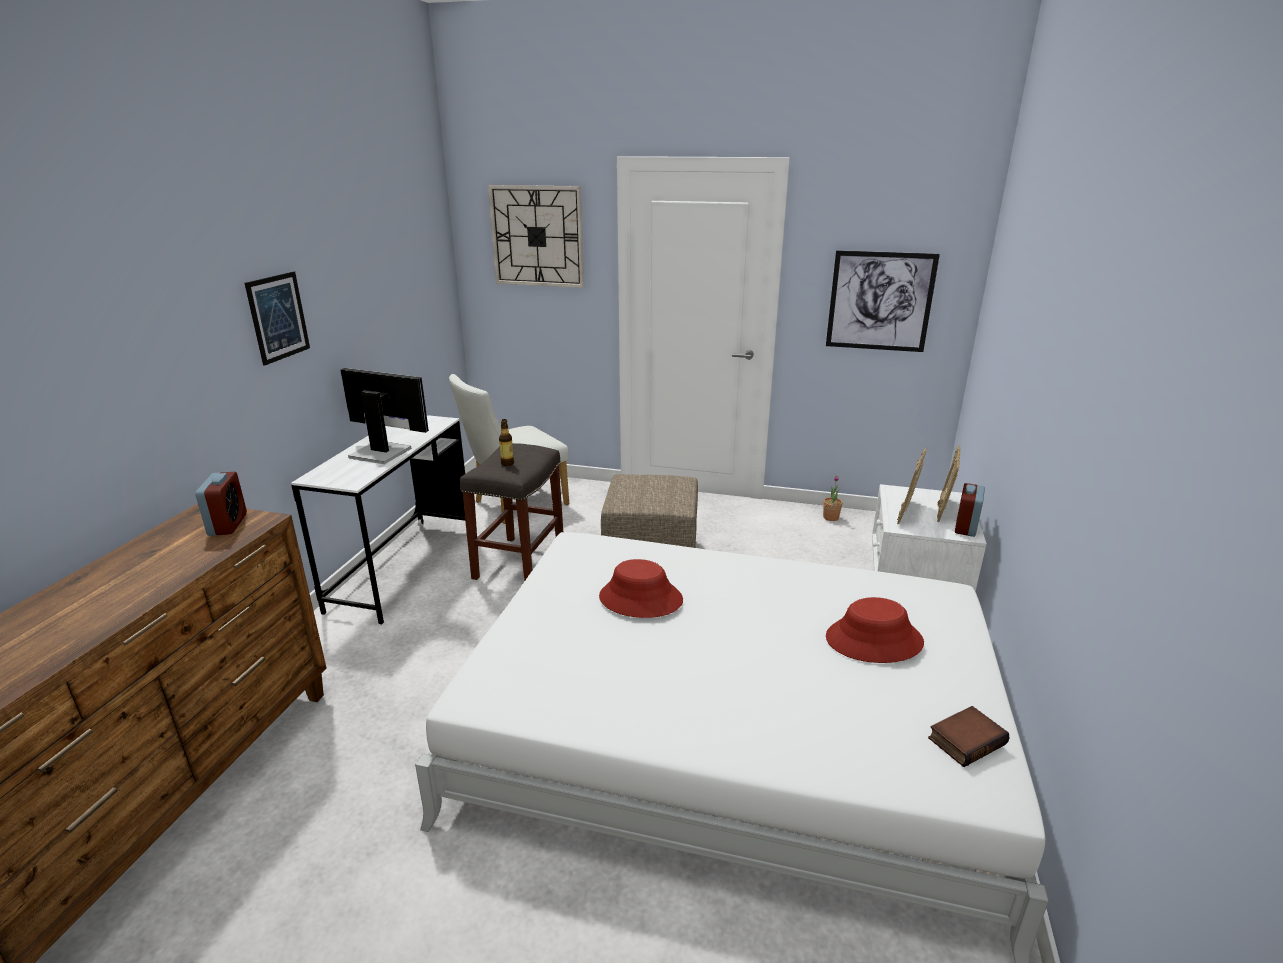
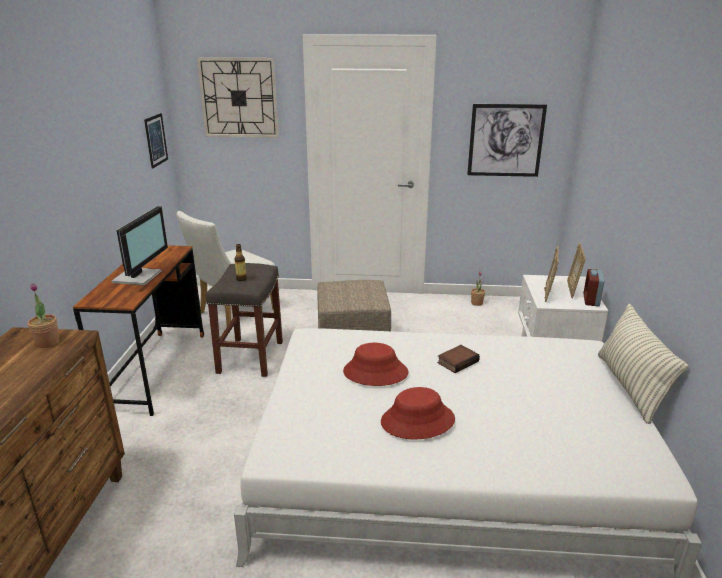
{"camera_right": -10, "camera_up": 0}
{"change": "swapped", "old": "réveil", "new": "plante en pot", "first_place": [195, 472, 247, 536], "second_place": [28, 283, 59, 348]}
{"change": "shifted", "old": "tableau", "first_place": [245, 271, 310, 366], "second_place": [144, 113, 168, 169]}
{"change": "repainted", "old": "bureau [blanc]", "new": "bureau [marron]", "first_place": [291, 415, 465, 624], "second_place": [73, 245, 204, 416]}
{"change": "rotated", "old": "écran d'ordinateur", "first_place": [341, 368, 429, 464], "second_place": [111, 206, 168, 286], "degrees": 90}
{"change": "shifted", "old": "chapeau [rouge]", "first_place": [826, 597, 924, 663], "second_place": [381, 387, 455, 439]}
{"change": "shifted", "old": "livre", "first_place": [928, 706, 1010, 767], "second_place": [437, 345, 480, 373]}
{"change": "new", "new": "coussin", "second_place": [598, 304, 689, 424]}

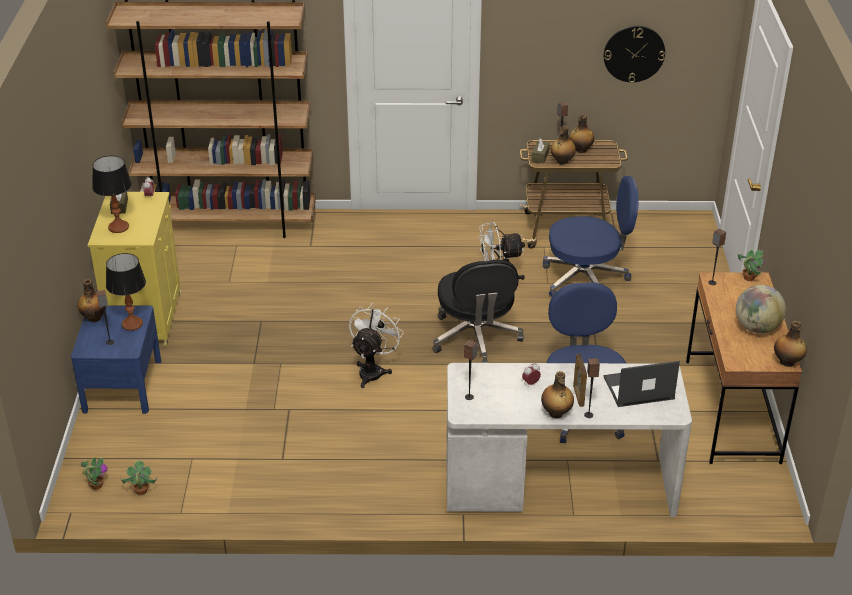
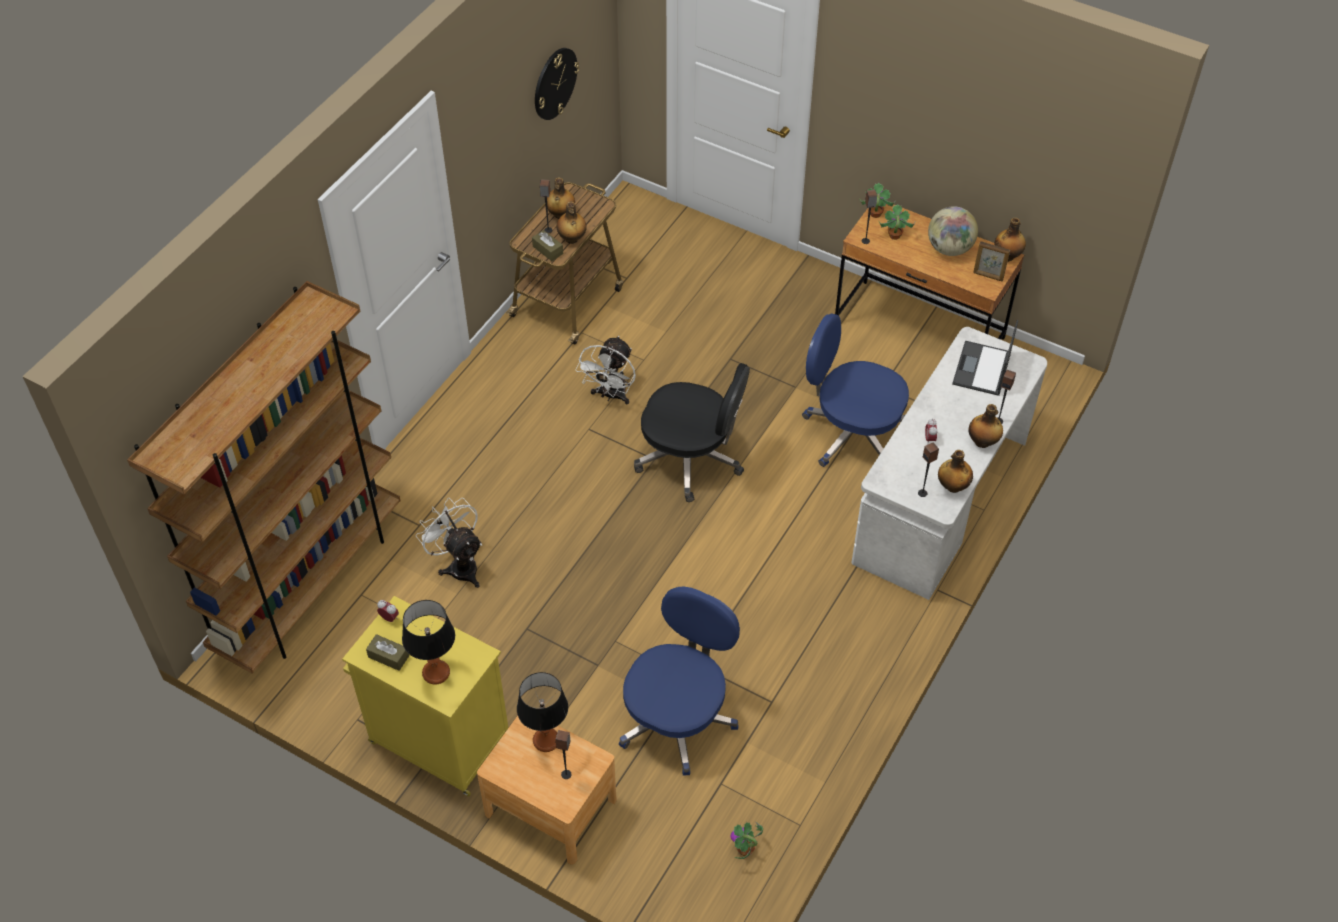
{"camera_right": -60, "camera_up": 15}
{"change": "repainted", "old": "table de chevet [bleu]", "new": "table de chevet [marron]", "first_place": [71, 305, 161, 414], "second_place": [477, 715, 617, 865]}
{"change": "shifted", "old": "bouteille", "first_place": [78, 279, 106, 322], "second_place": [938, 450, 973, 493]}
{"change": "shifted", "old": "plante en pot", "first_place": [81, 457, 108, 490], "second_place": [878, 204, 915, 240]}
{"change": "shifted", "old": "ventilateur [blanc]", "first_place": [349, 303, 404, 388], "second_place": [416, 498, 482, 588]}
{"change": "shifted", "old": "chaise de bureau [bleu]", "first_place": [543, 176, 639, 297], "second_place": [619, 587, 740, 775]}
{"change": "shifted", "old": "cadre photo", "first_place": [573, 354, 587, 407], "second_place": [973, 241, 1010, 281]}

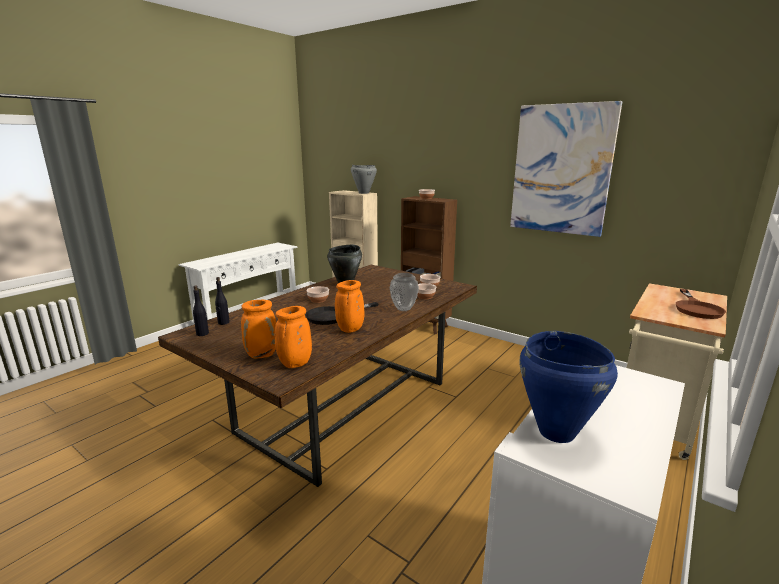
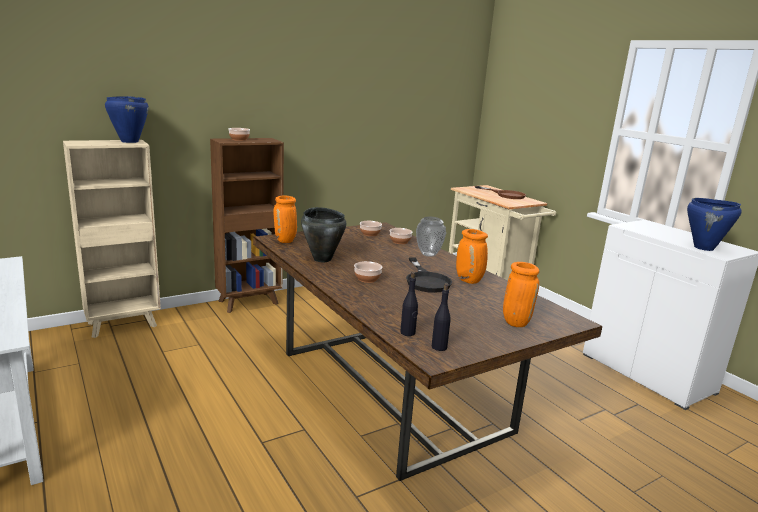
{"camera_right": -70, "camera_up": 0}
{"change": "shifted", "old": "vase [orange]", "first_place": [275, 306, 312, 368], "second_place": [273, 196, 297, 243]}
{"change": "repainted", "old": "marmite [gris]", "new": "marmite [bleu]", "first_place": [351, 165, 377, 194], "second_place": [105, 96, 149, 143]}
{"change": "gone", "old": "tableau", "first_place": [510, 101, 622, 237]}

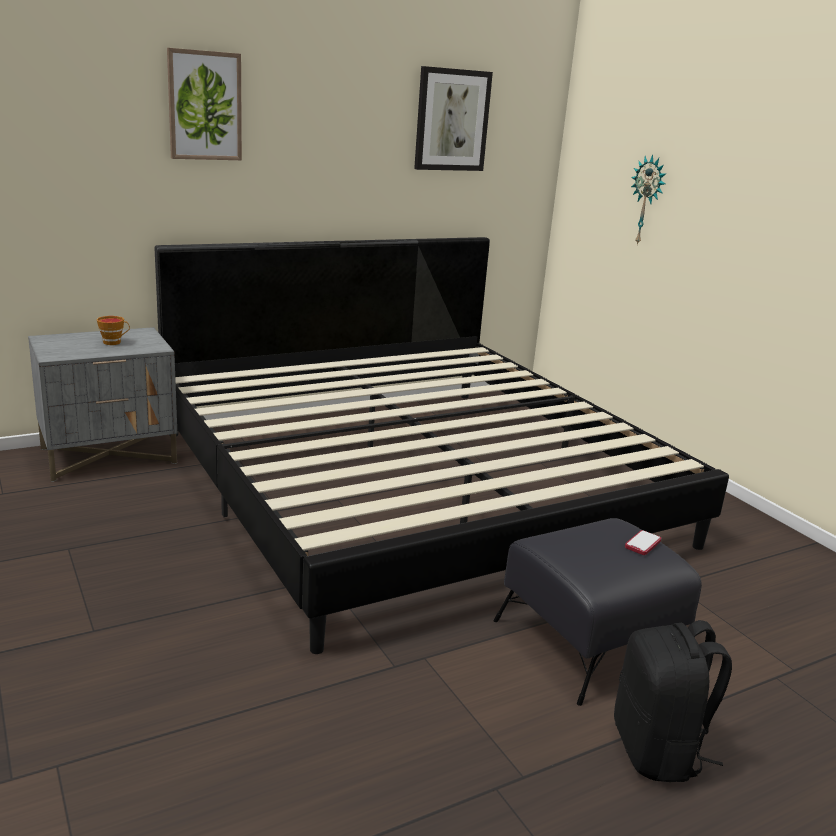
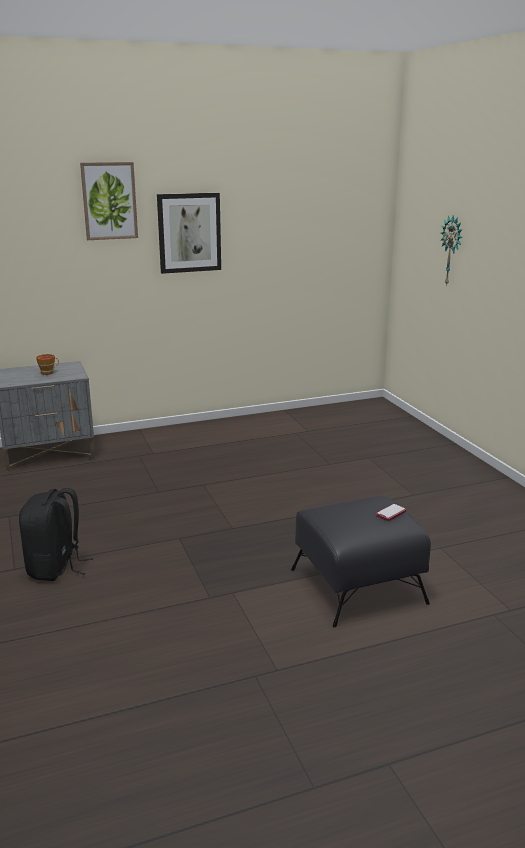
{"camera_right": 10, "camera_up": 0}
{"change": "gone", "old": "lit", "first_place": [155, 237, 729, 654]}
{"change": "shifted", "old": "tableau", "first_place": [414, 66, 493, 171], "second_place": [157, 193, 221, 274]}
{"change": "shifted", "old": "sac à dos [noir]", "first_place": [614, 620, 732, 782], "second_place": [19, 488, 93, 581]}

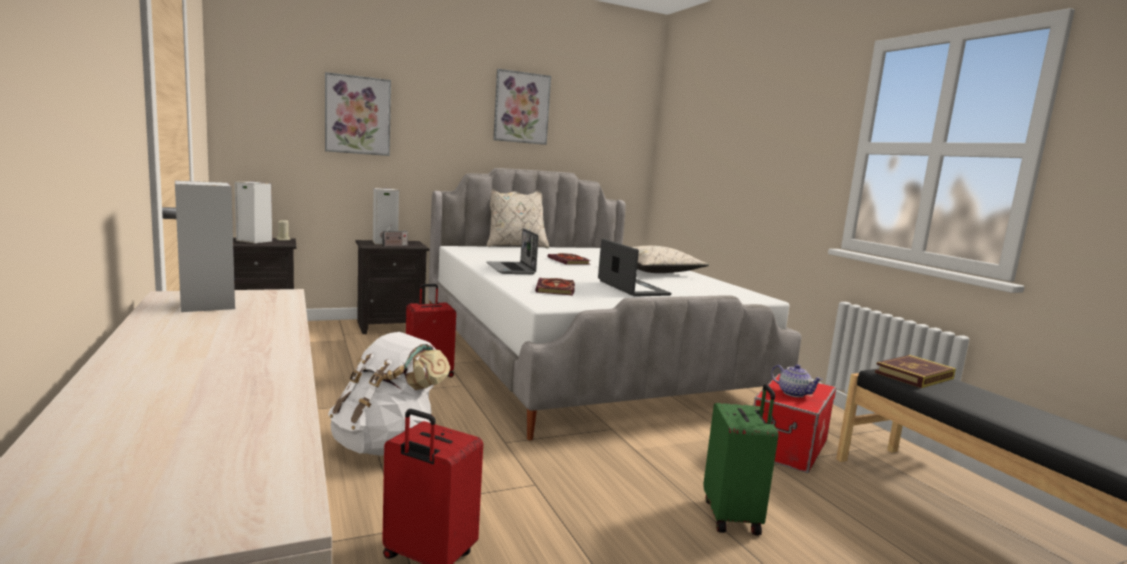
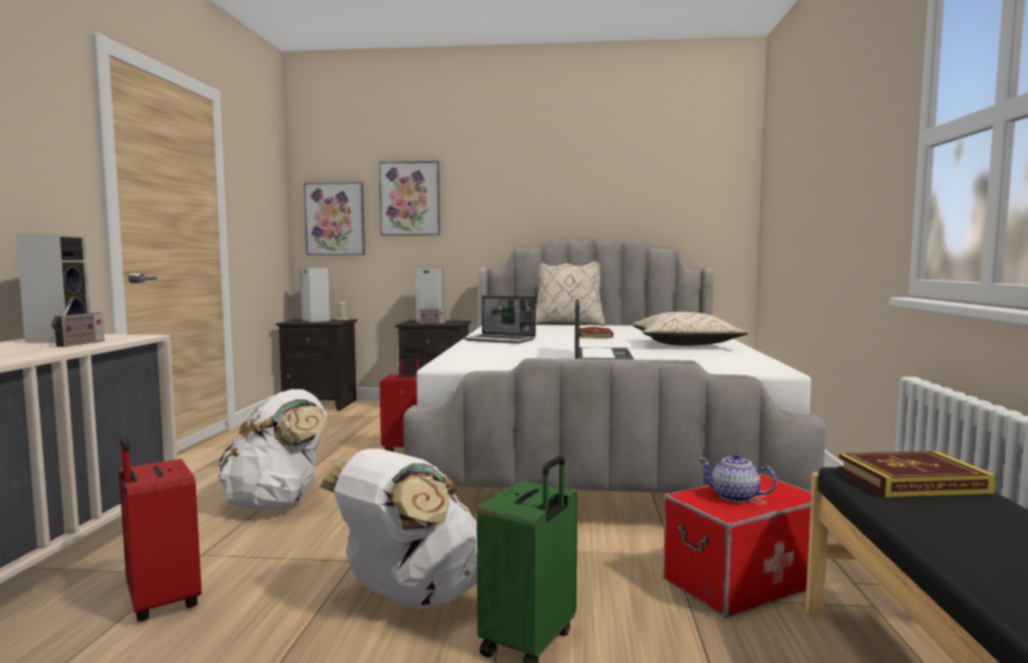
{"camera_right": 30, "camera_up": -5}
{"change": "rotated", "old": "ordinateur portable", "first_place": [486, 228, 538, 274], "second_place": [464, 295, 536, 344], "degrees": -75}
{"change": "shifted", "old": "tableau", "first_place": [493, 69, 551, 145], "second_place": [304, 182, 365, 255]}
{"change": "gone", "old": "livre", "first_place": [535, 278, 575, 296]}
{"change": "rotated", "old": "théière", "first_place": [771, 364, 823, 397], "second_place": [698, 453, 777, 503], "degrees": 135}
{"change": "new", "new": "radio", "second_place": [52, 299, 105, 347]}
{"change": "new", "new": "sac à dos [blanc]", "second_place": [319, 449, 477, 609]}

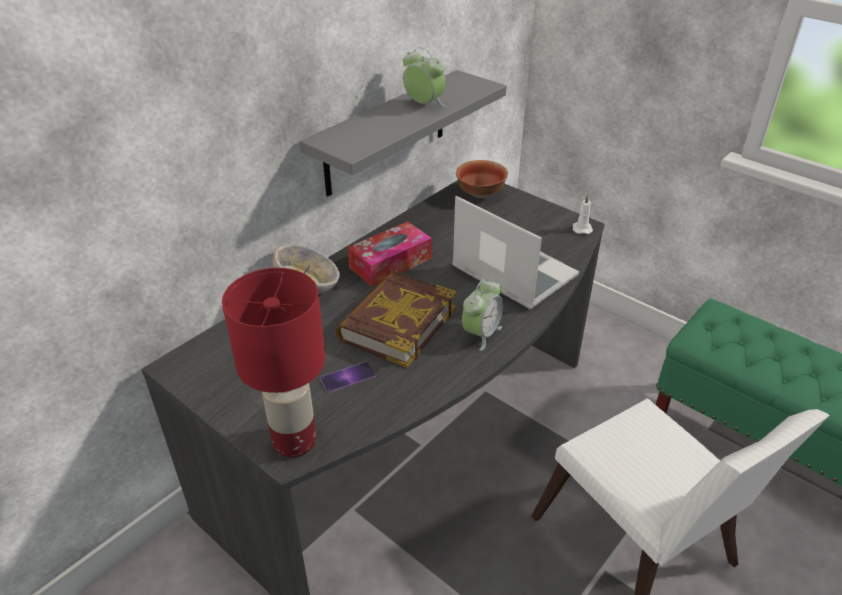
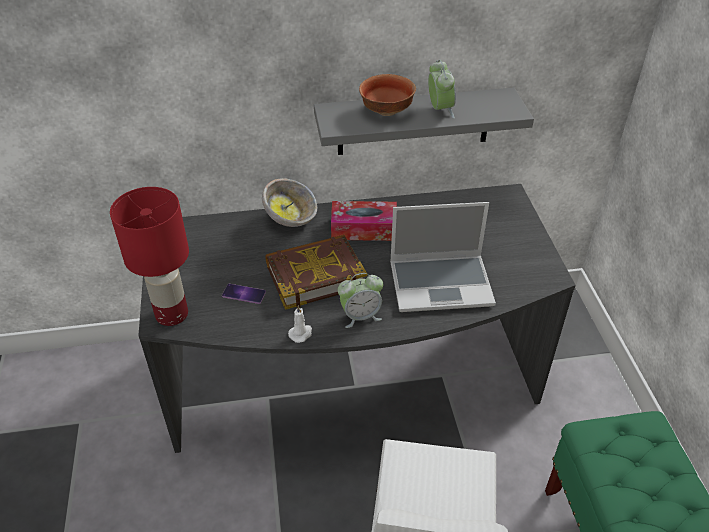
{"camera_right": 40, "camera_up": 5}
{"change": "rotated", "old": "ordinateur portable", "first_place": [452, 196, 579, 309], "second_place": [390, 202, 496, 312], "degrees": 90}
{"change": "shifted", "old": "bol", "first_place": [456, 160, 508, 198], "second_place": [359, 74, 416, 116]}
{"change": "shifted", "old": "bougie [blanc]", "first_place": [572, 195, 593, 234], "second_place": [288, 305, 312, 343]}

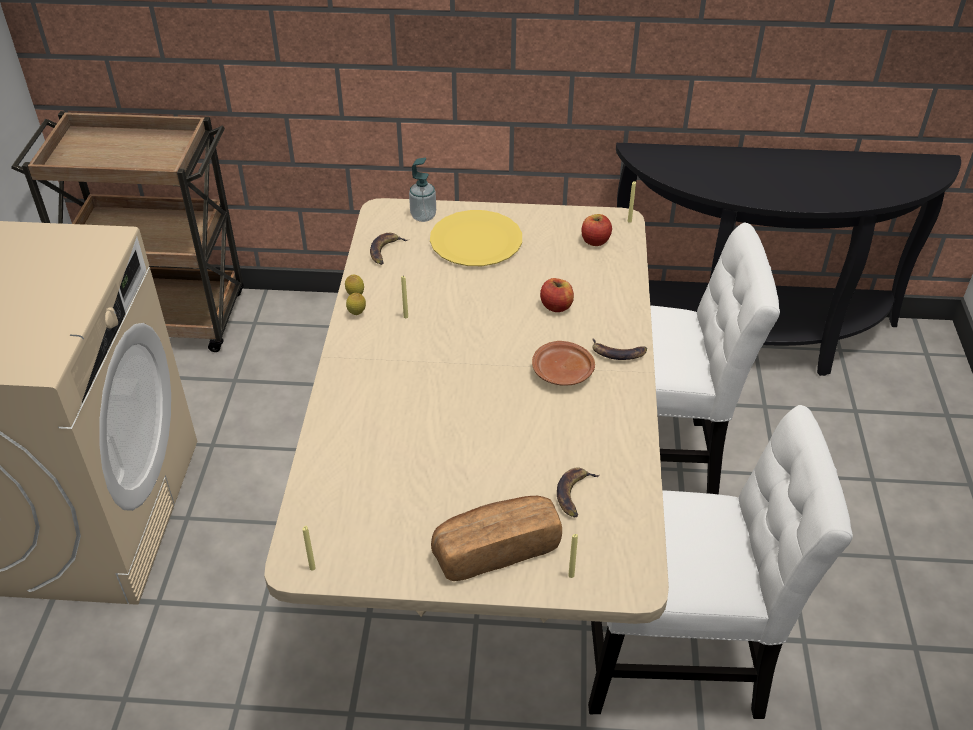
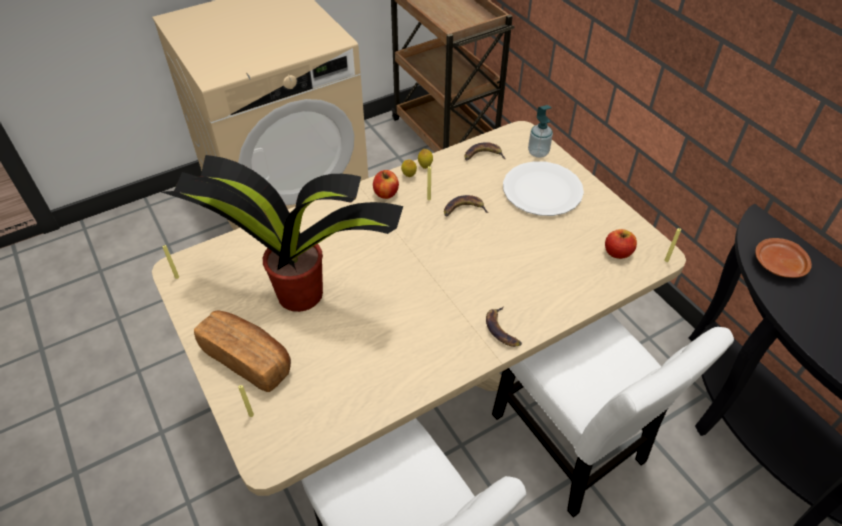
{"camera_right": 55, "camera_up": 5}
{"change": "repainted", "old": "assiette [jaune]", "new": "assiette [blanc]", "first_place": [430, 210, 522, 266], "second_place": [503, 161, 584, 216]}
{"change": "shifted", "old": "assiette [marron]", "first_place": [532, 341, 595, 386], "second_place": [755, 238, 812, 278]}
{"change": "shifted", "old": "pomme", "first_place": [540, 278, 574, 312], "second_place": [373, 170, 399, 199]}
{"change": "shifted", "old": "banane", "first_place": [557, 468, 600, 518], "second_place": [444, 195, 488, 216]}
{"change": "new", "new": "plante en pot", "second_place": [162, 155, 403, 312]}

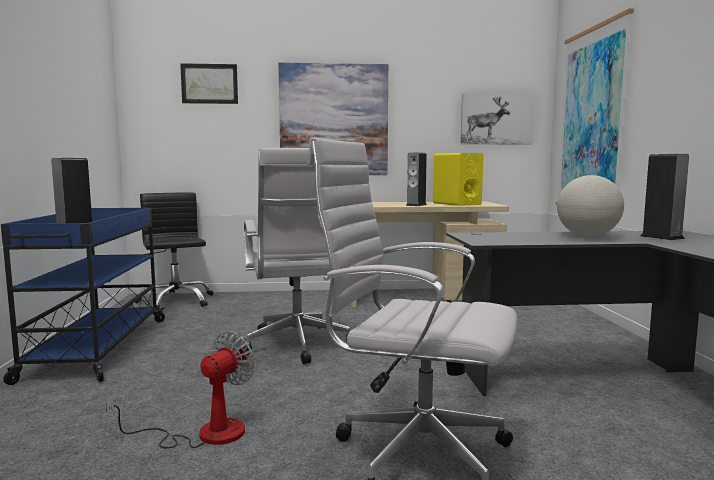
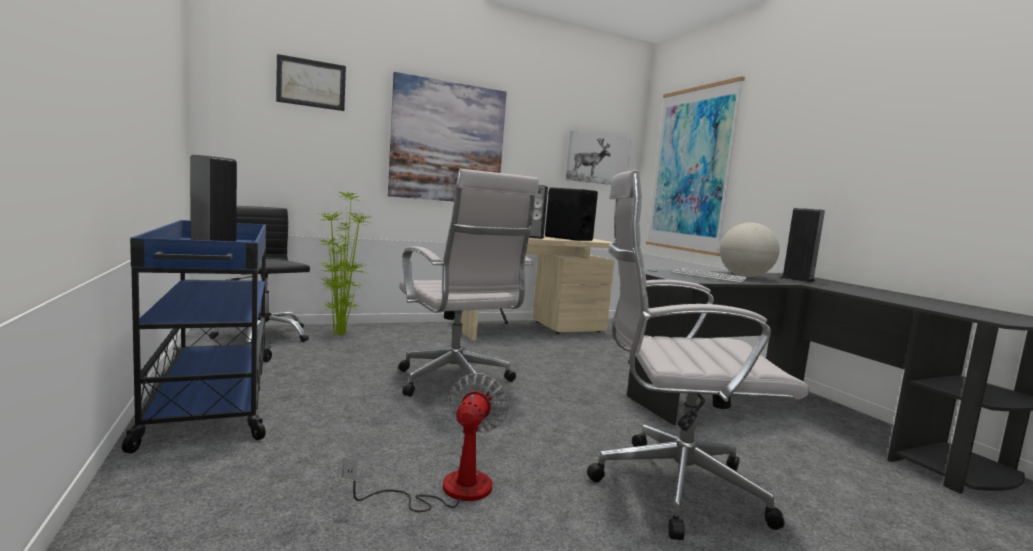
{"camera_right": -20, "camera_up": 0}
{"change": "repainted", "old": "enceinte [jaune]", "new": "enceinte [noir]", "first_place": [433, 153, 484, 206], "second_place": [545, 187, 598, 241]}
{"change": "new", "new": "plante en pot", "second_place": [318, 192, 371, 335]}
{"change": "new", "new": "clavier", "second_place": [672, 268, 747, 283]}

